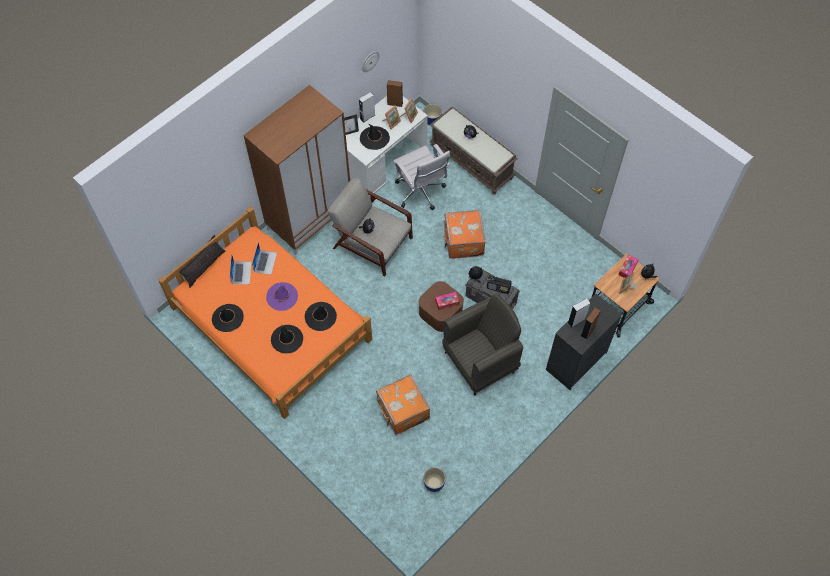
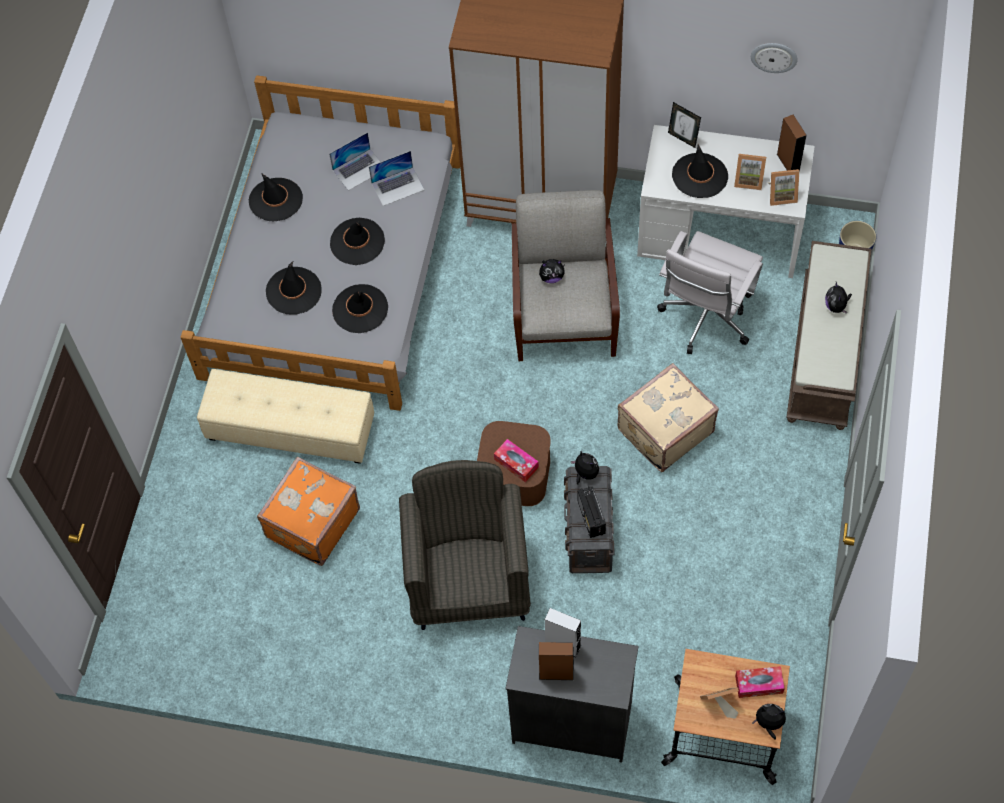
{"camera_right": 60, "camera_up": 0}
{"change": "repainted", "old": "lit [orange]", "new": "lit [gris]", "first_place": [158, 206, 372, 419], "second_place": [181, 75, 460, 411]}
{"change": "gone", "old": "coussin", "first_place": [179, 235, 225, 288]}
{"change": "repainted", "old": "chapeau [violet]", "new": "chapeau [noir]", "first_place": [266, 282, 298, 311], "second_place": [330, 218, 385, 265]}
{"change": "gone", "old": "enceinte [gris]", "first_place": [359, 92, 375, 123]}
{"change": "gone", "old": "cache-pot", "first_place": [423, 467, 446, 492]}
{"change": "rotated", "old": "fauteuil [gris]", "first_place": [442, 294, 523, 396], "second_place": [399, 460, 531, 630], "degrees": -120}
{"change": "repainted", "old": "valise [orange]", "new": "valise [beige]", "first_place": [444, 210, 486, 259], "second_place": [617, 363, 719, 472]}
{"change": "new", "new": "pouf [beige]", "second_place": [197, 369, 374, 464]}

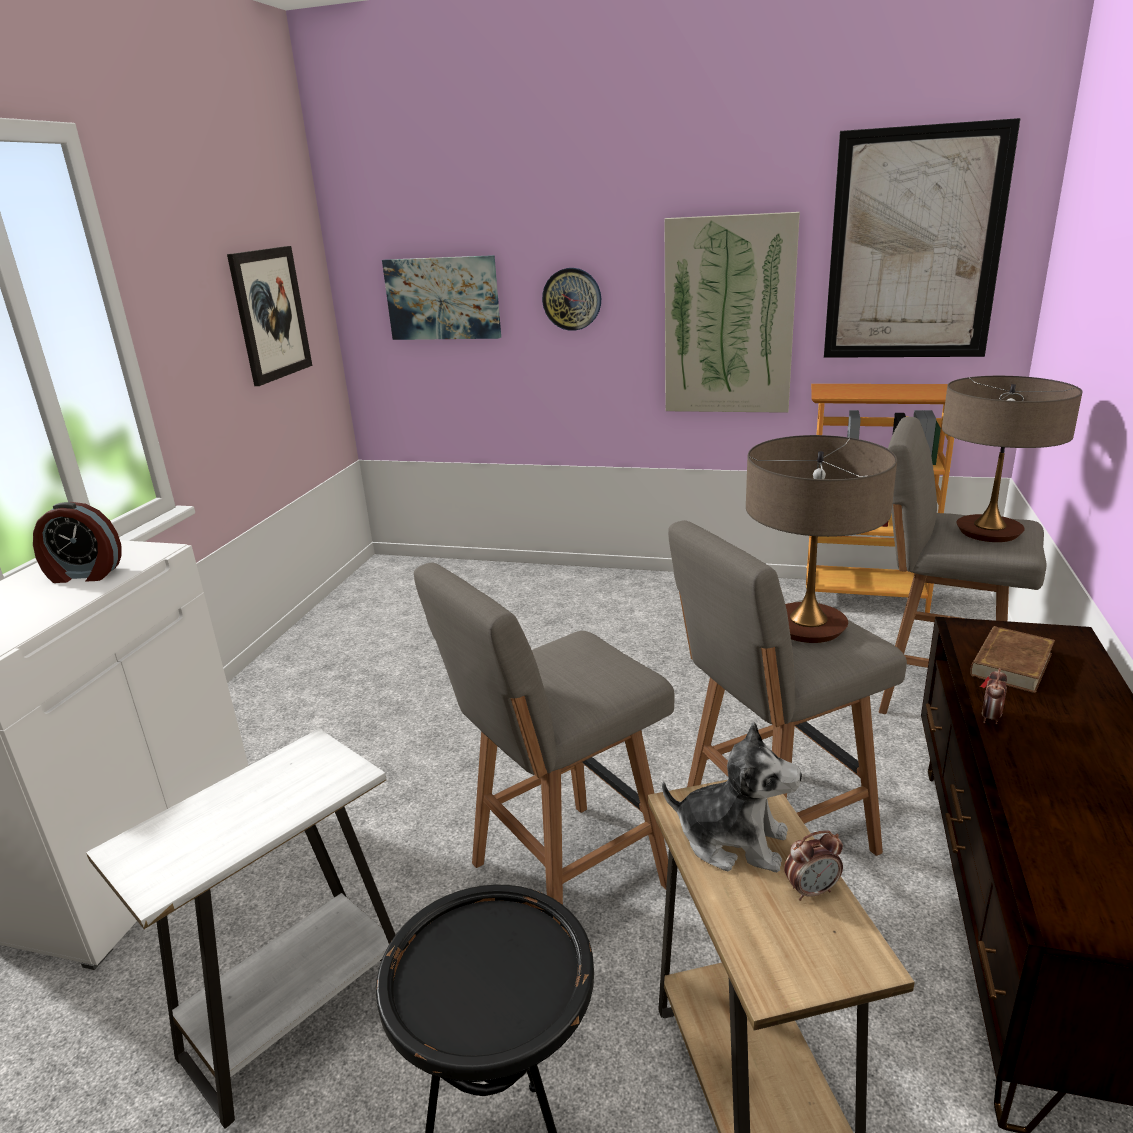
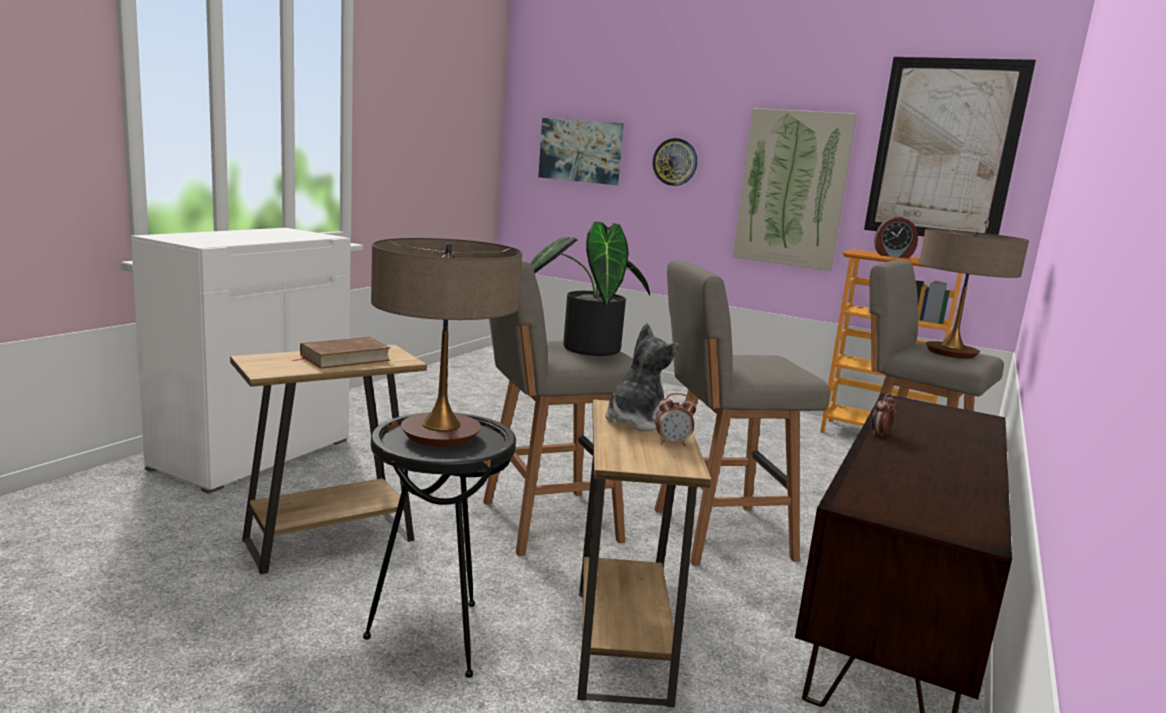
{"camera_right": 10, "camera_up": -10}
{"change": "shifted", "old": "réveil", "first_place": [33, 502, 122, 583], "second_place": [874, 215, 918, 258]}
{"change": "repainted", "old": "table d'appoint [blanc]", "new": "table d'appoint [marron]", "first_place": [86, 729, 396, 1129], "second_place": [230, 345, 427, 574]}
{"change": "gone", "old": "tableau", "first_place": [227, 246, 312, 386]}
{"change": "rotated", "old": "peluche", "first_place": [662, 722, 802, 872], "second_place": [605, 323, 679, 431], "degrees": -90}
{"change": "shifted", "old": "lampe de table", "first_place": [746, 435, 897, 643], "second_place": [371, 238, 522, 447]}
{"change": "shifted", "old": "livre [marron]", "first_place": [970, 626, 1055, 693], "second_place": [292, 337, 391, 369]}
{"change": "new", "new": "plante en pot", "second_place": [530, 221, 650, 356]}

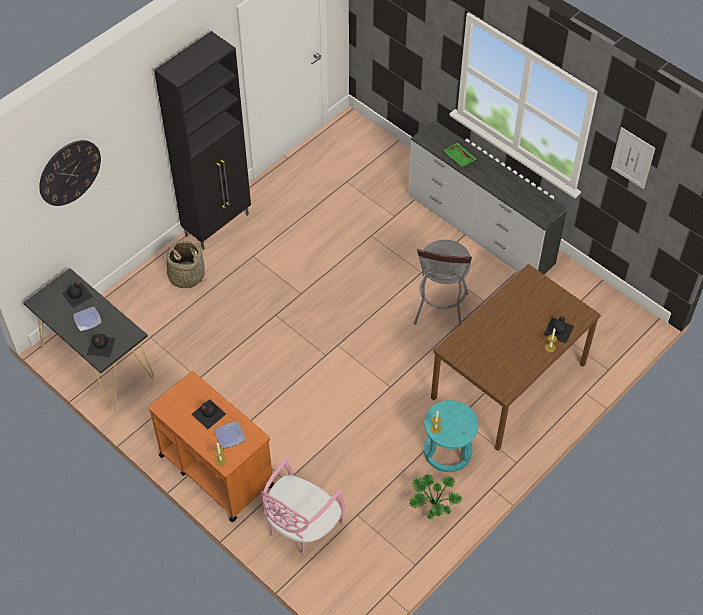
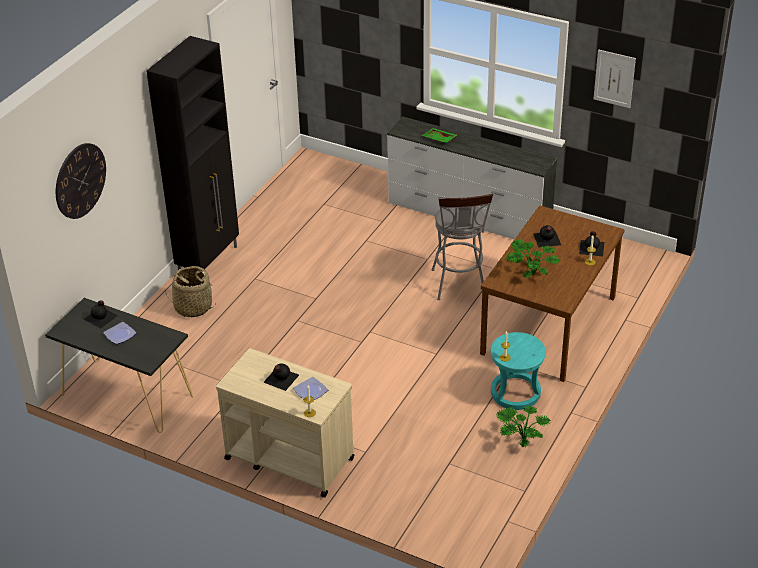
{"camera_right": -15, "camera_up": -15}
{"change": "shifted", "old": "bouteille [noir]", "first_place": [87, 334, 115, 357], "second_place": [533, 225, 561, 248]}
{"change": "repainted", "old": "chariot [orange]", "new": "chariot [beige]", "first_place": [148, 371, 274, 522], "second_place": [216, 348, 355, 498]}
{"change": "gone", "old": "chaise [rose]", "first_place": [261, 457, 345, 556]}
{"change": "new", "new": "plante en pot", "second_place": [506, 239, 561, 278]}

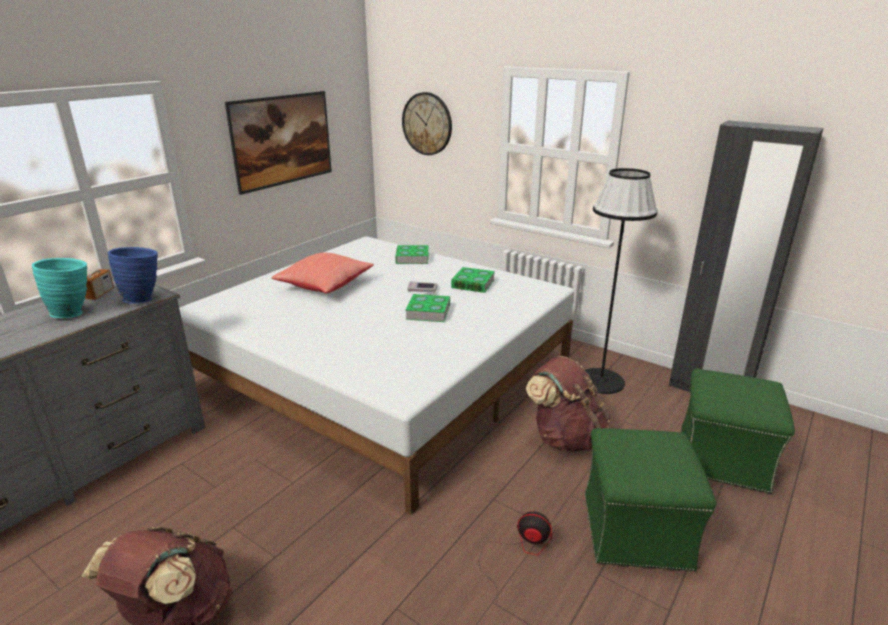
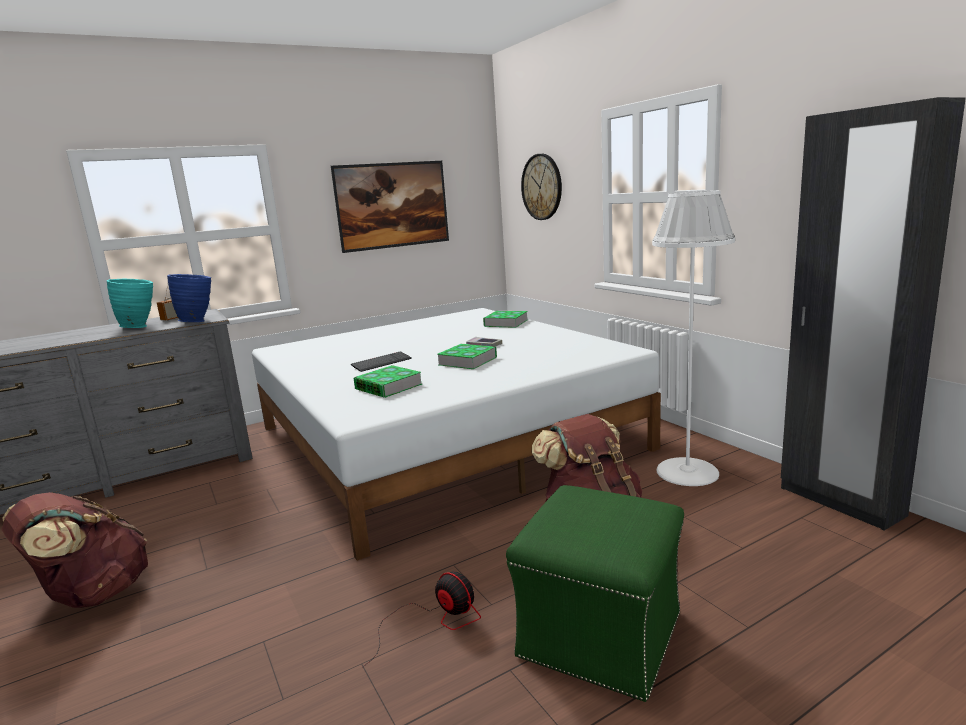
{"camera_right": 25, "camera_up": -10}
{"change": "gone", "old": "coussin [rouge]", "first_place": [271, 252, 374, 294]}
{"change": "shifted", "old": "livre", "first_place": [451, 267, 495, 293], "second_place": [354, 365, 422, 398]}
{"change": "repainted", "old": "lampadaire [noir]", "new": "lampadaire [blanc]", "first_place": [585, 168, 657, 394], "second_place": [652, 190, 735, 486]}
{"change": "gone", "old": "pouf [vert]", "first_place": [681, 369, 795, 493]}
{"change": "new", "new": "clavier", "second_place": [351, 352, 412, 372]}

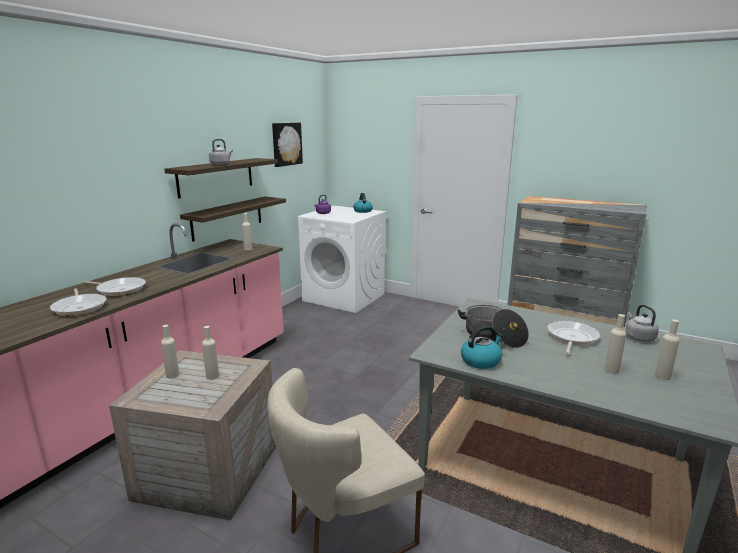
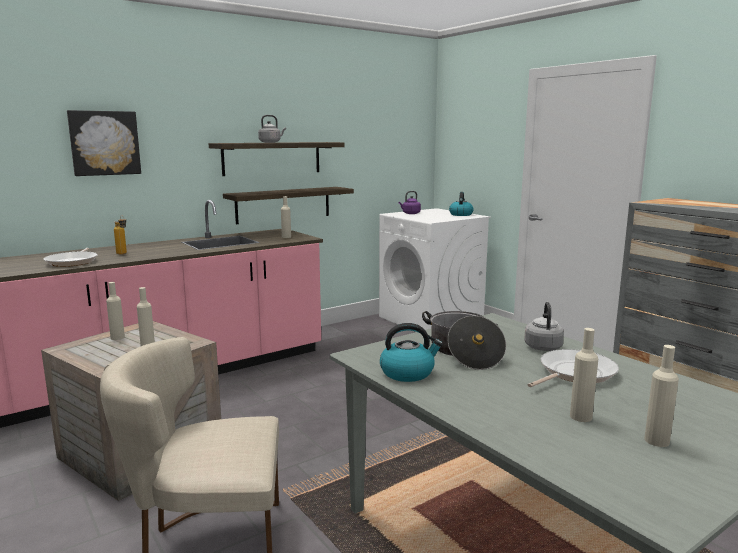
{"camera_right": 25, "camera_up": -5}
{"change": "swapped", "old": "poêle", "new": "bouteille", "first_place": [83, 277, 146, 296], "second_place": [114, 215, 127, 254]}
{"change": "shifted", "old": "tableau", "first_place": [272, 123, 303, 167], "second_place": [67, 110, 141, 176]}
{"change": "shifted", "old": "bouilloire [gris]", "first_place": [626, 305, 659, 342], "second_place": [524, 302, 564, 351]}

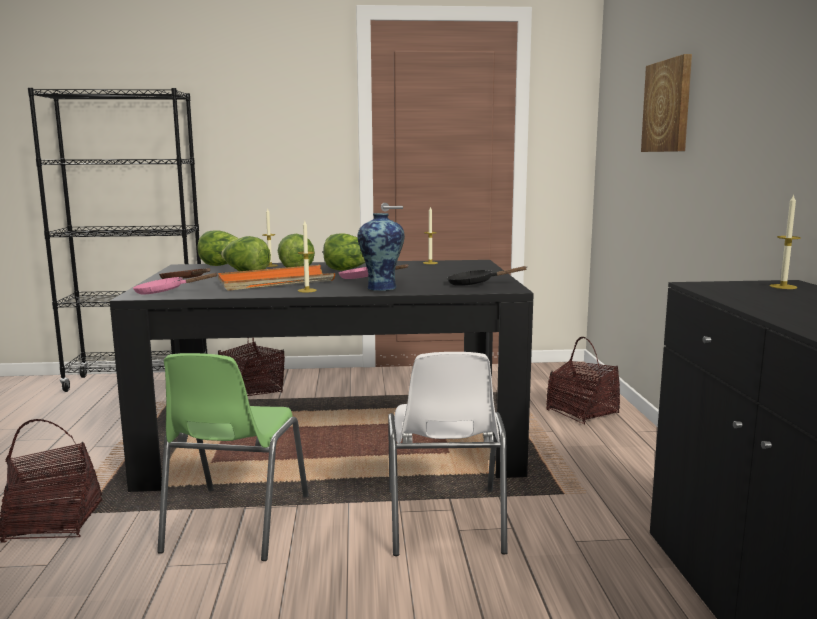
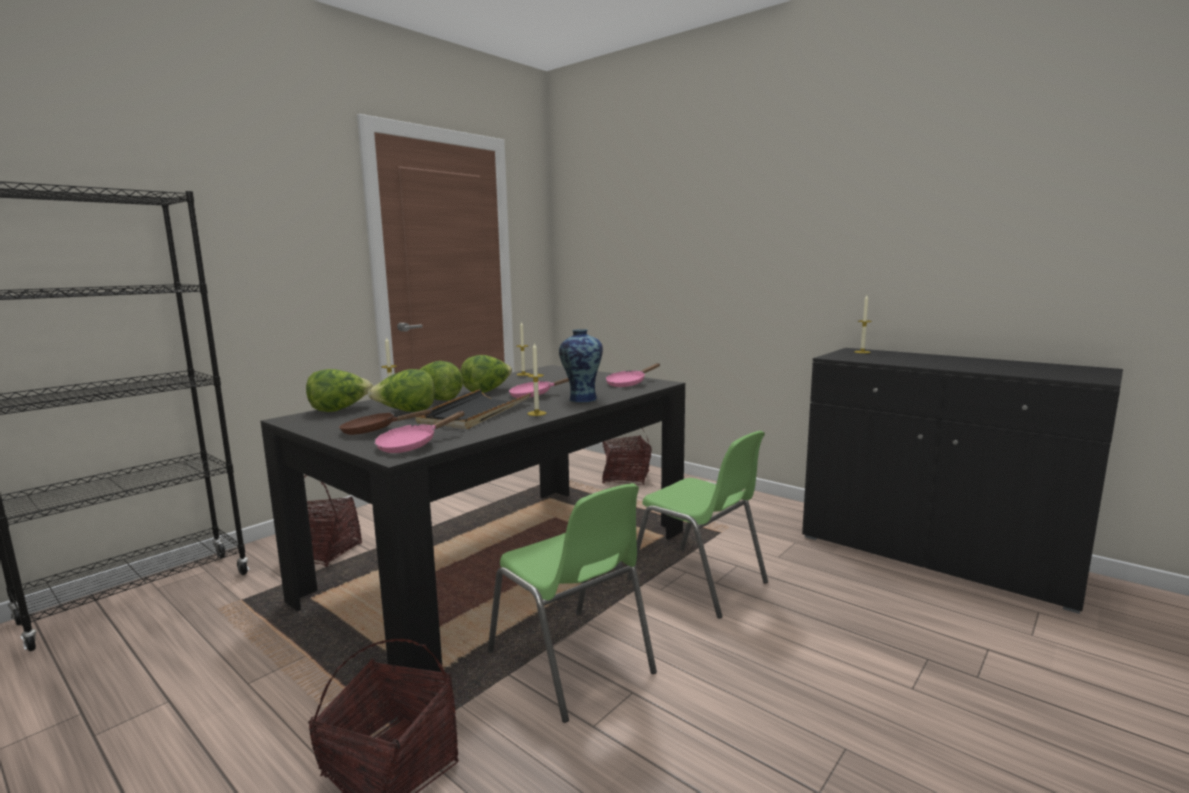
{"camera_right": -45, "camera_up": 0}
{"change": "repainted", "old": "plateau [orange]", "new": "plateau [noir]", "first_place": [218, 265, 335, 291], "second_place": [415, 389, 531, 429]}
{"change": "repainted", "old": "chaise [blanc]", "new": "chaise [vert]", "first_place": [388, 352, 507, 556], "second_place": [627, 431, 768, 619]}
{"change": "repainted", "old": "poêle [noir]", "new": "poêle [rose]", "first_place": [447, 266, 527, 286], "second_place": [605, 363, 660, 387]}
{"change": "gone", "old": "tableau", "first_place": [641, 54, 692, 152]}

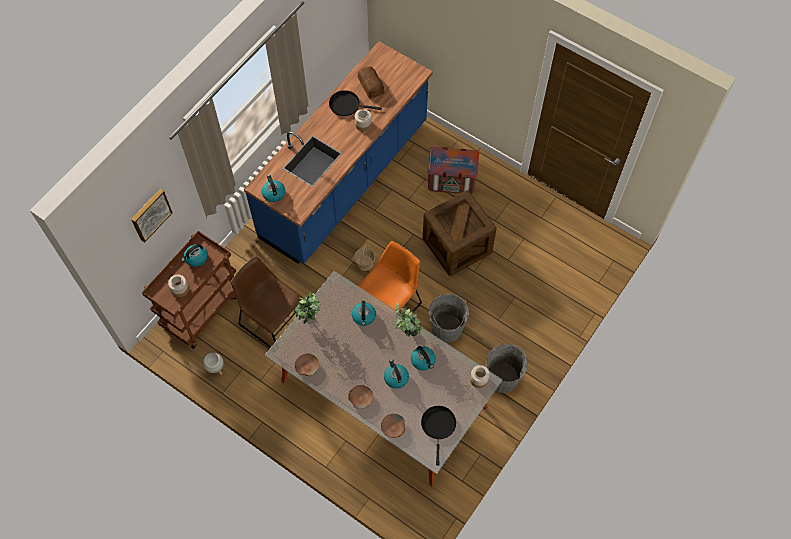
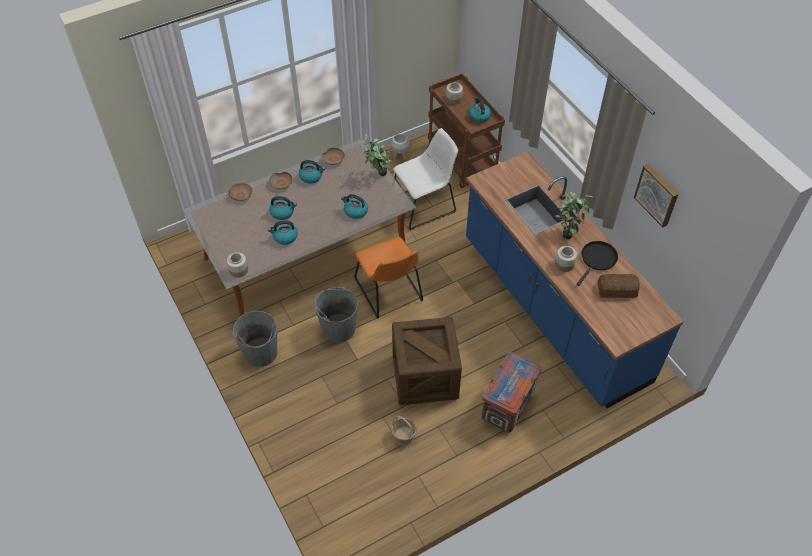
{"camera_right": 115, "camera_up": -10}
{"change": "shifted", "old": "tableau", "first_place": [131, 189, 173, 243], "second_place": [634, 164, 678, 227]}
{"change": "repainted", "old": "chaise [marron]", "new": "chaise [blanc]", "first_place": [231, 256, 302, 348], "second_place": [393, 128, 458, 230]}
{"change": "shifted", "old": "bouilloire", "first_place": [262, 175, 285, 202], "second_place": [299, 160, 325, 184]}
{"change": "shifted", "old": "panier", "first_place": [354, 243, 375, 271], "second_place": [391, 415, 417, 446]}
{"change": "shifted", "old": "plante en pot", "first_place": [392, 302, 424, 337], "second_place": [555, 191, 593, 239]}
{"change": "gone", "old": "poêle [noir]", "first_place": [421, 406, 456, 465]}

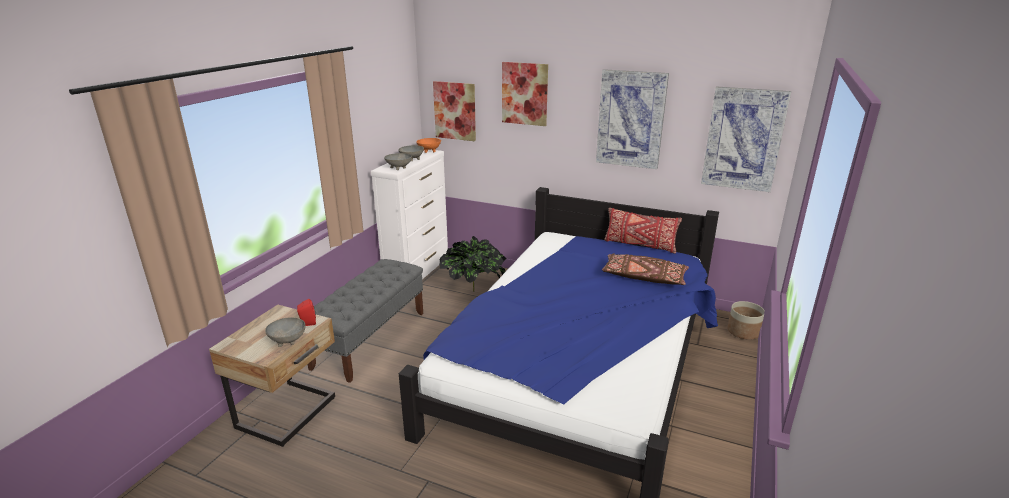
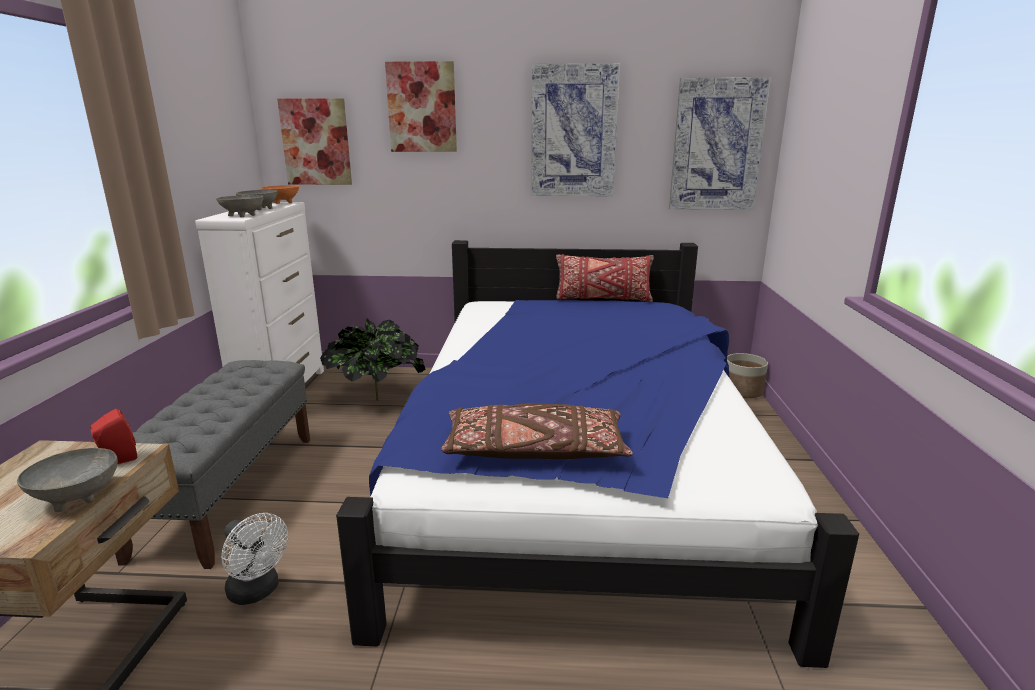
{"camera_right": -20, "camera_up": -5}
{"change": "shifted", "old": "coussin [marron]", "first_place": [602, 254, 689, 285], "second_place": [441, 403, 633, 459]}
{"change": "new", "new": "ventilateur [blanc]", "second_place": [221, 513, 288, 605]}

